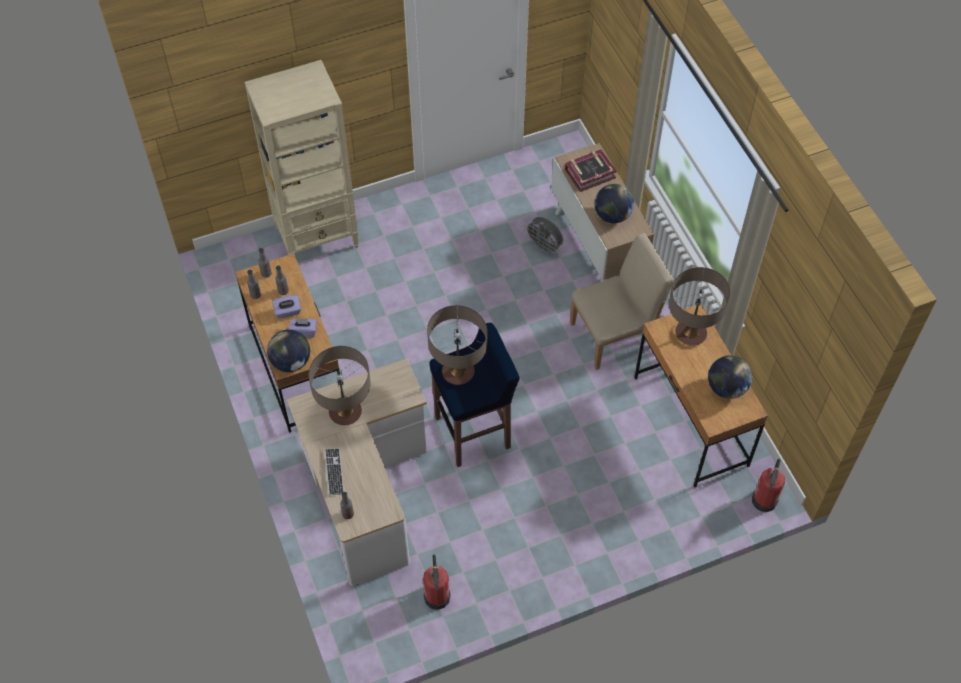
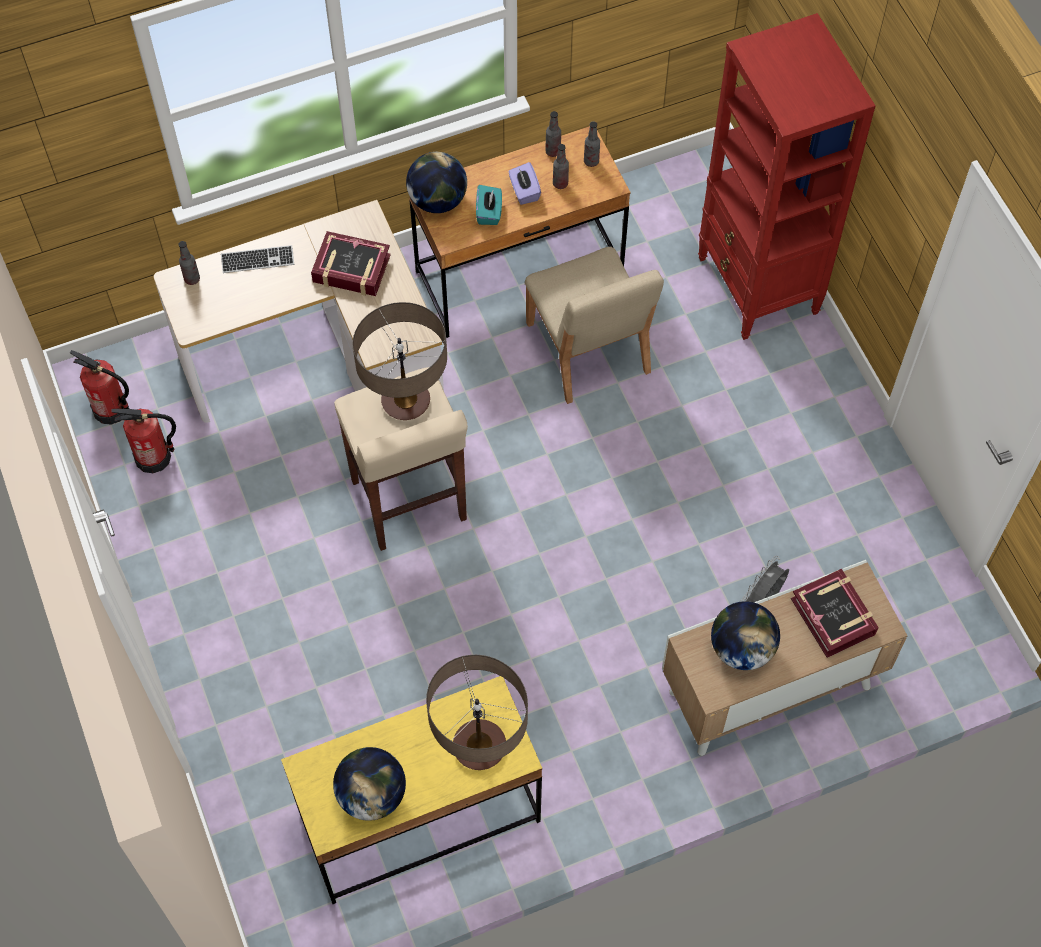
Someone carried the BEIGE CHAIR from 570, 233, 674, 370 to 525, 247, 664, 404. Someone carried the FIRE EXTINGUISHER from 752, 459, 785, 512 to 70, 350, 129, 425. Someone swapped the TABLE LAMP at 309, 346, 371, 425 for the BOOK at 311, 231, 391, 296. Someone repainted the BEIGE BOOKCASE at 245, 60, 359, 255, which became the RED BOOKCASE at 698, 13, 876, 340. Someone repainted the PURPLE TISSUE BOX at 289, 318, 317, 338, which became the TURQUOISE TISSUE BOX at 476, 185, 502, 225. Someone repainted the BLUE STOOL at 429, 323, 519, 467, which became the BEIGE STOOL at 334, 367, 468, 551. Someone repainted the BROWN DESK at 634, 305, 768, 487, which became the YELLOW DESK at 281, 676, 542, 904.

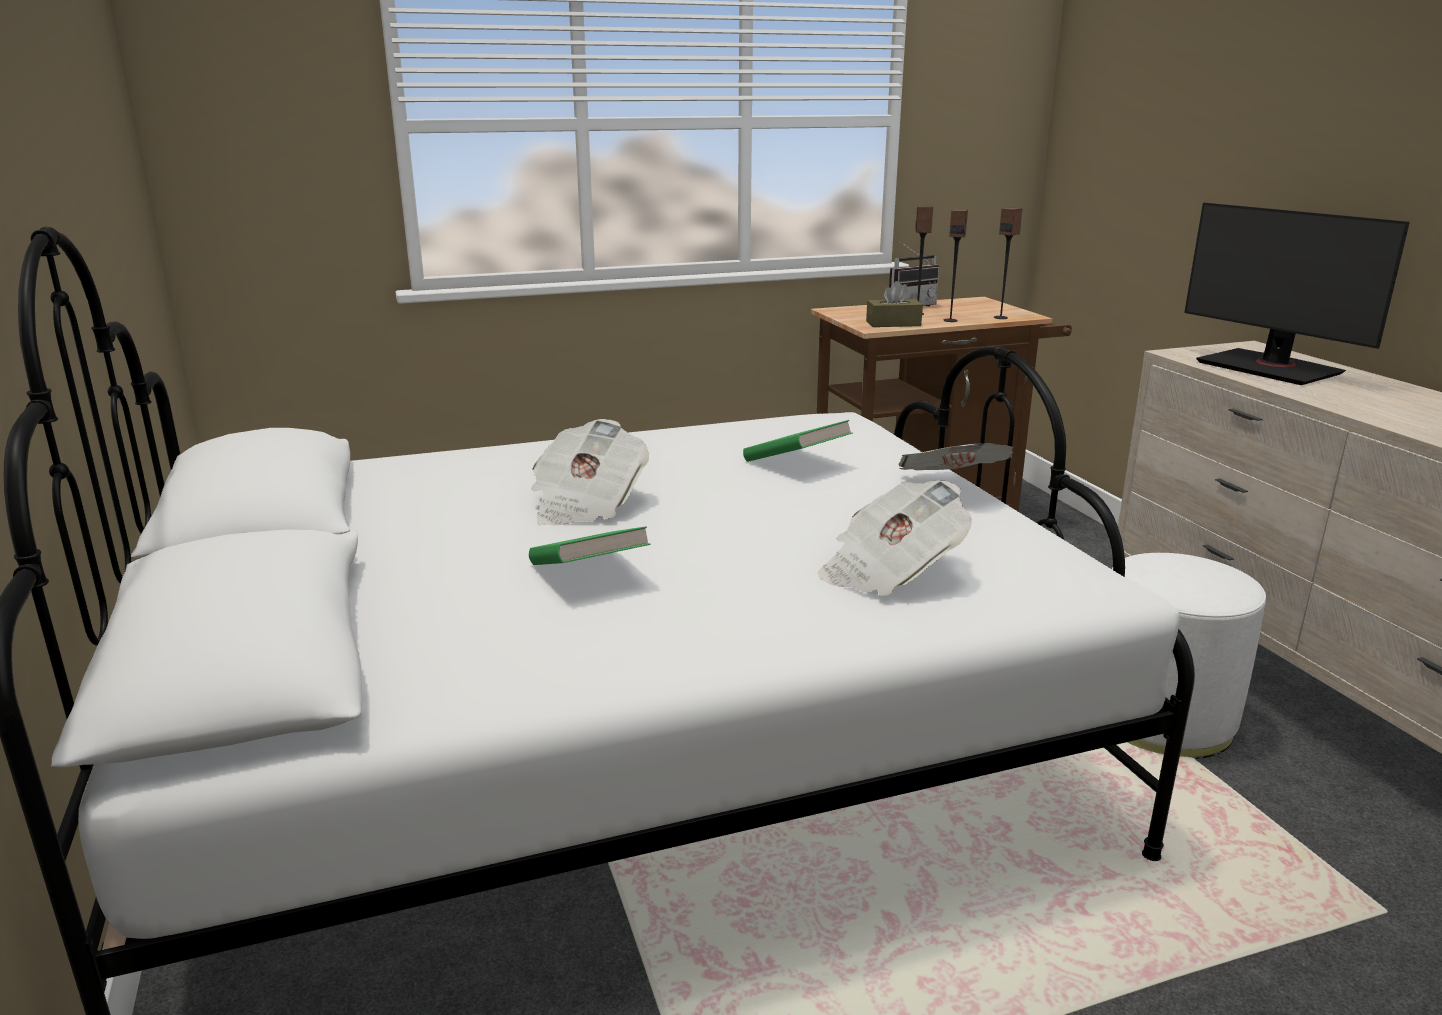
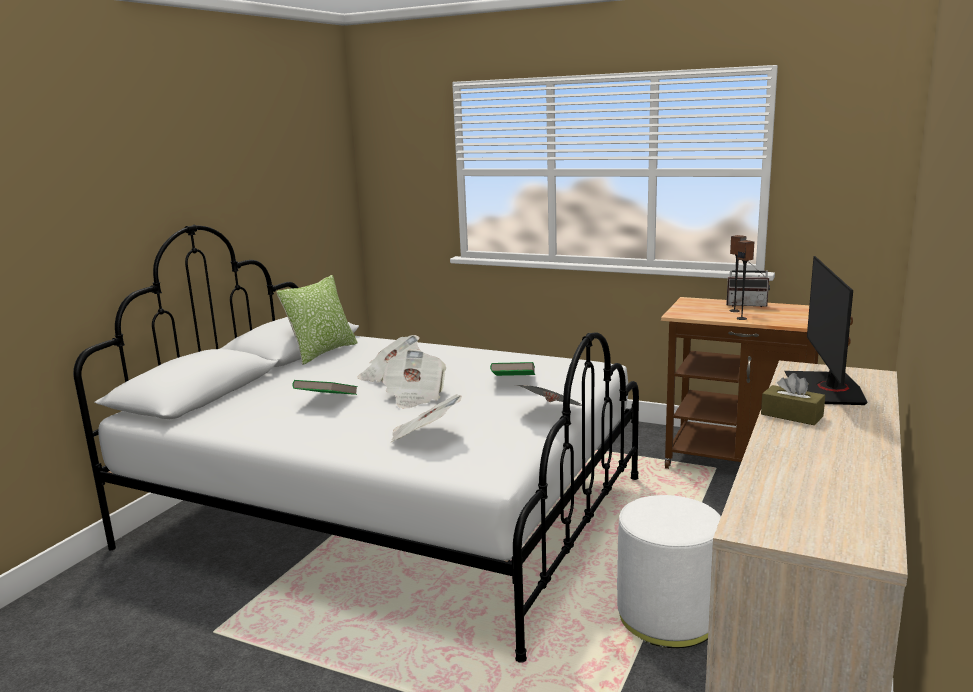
Someone took away the SPEAKER at 994, 207, 1023, 319. Someone put down the PILLOW at 276, 275, 358, 365. Someone put down the NEWSPAPER at 381, 349, 446, 409. Someone carried the BROWN TISSUE BOX from 866, 281, 923, 327 to 761, 373, 825, 425.

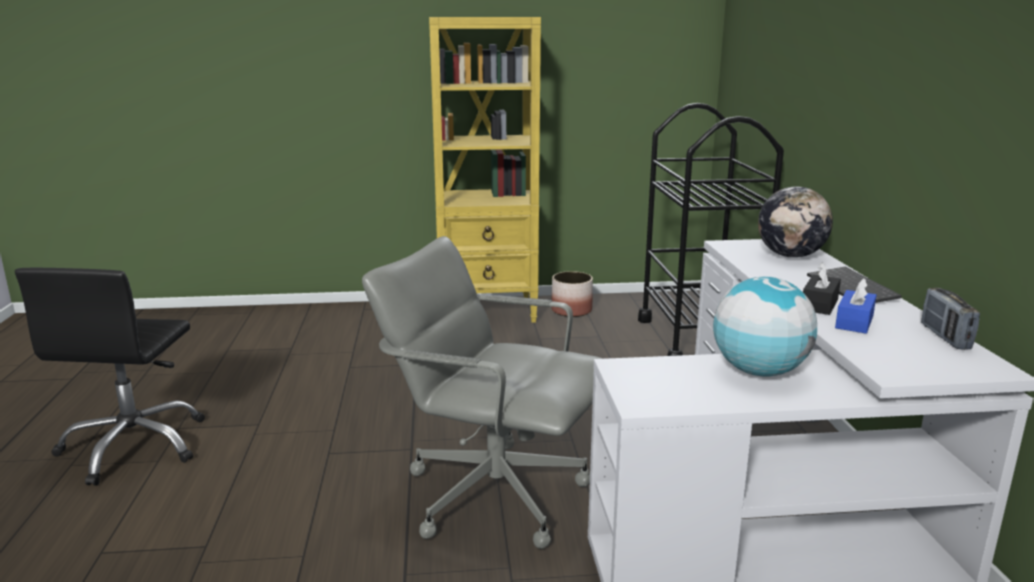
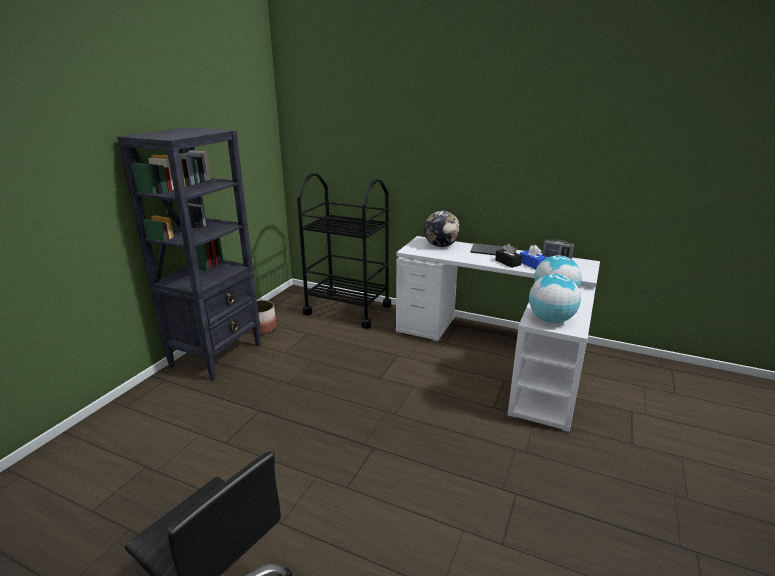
Someone took away the GREY OFFICE CHAIR at 362, 236, 603, 549. Someone put down the GLOBE at 529, 274, 581, 323. Someone repainted the YELLOW BOOKCASE at 429, 17, 541, 323, which became the BLACK BOOKCASE at 117, 127, 261, 381.

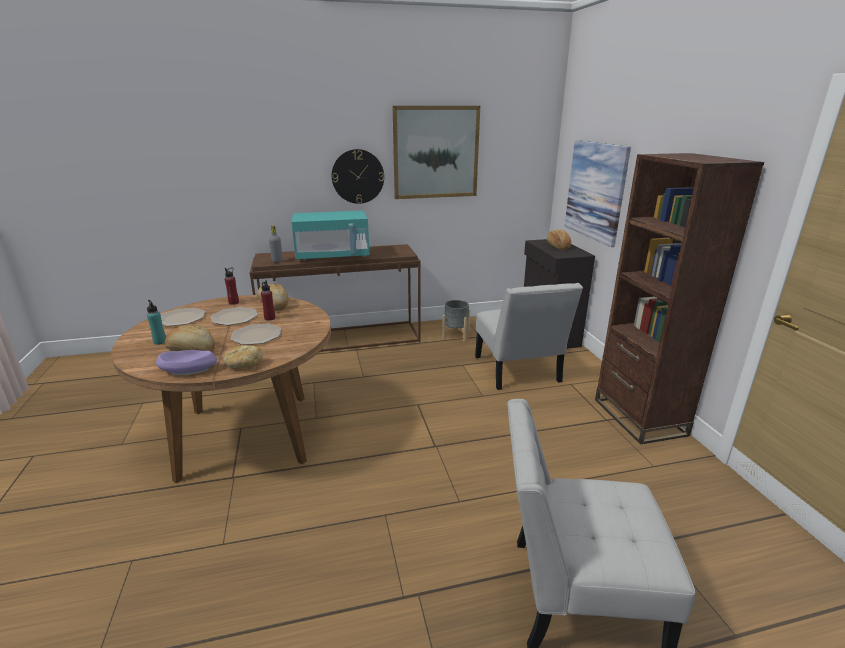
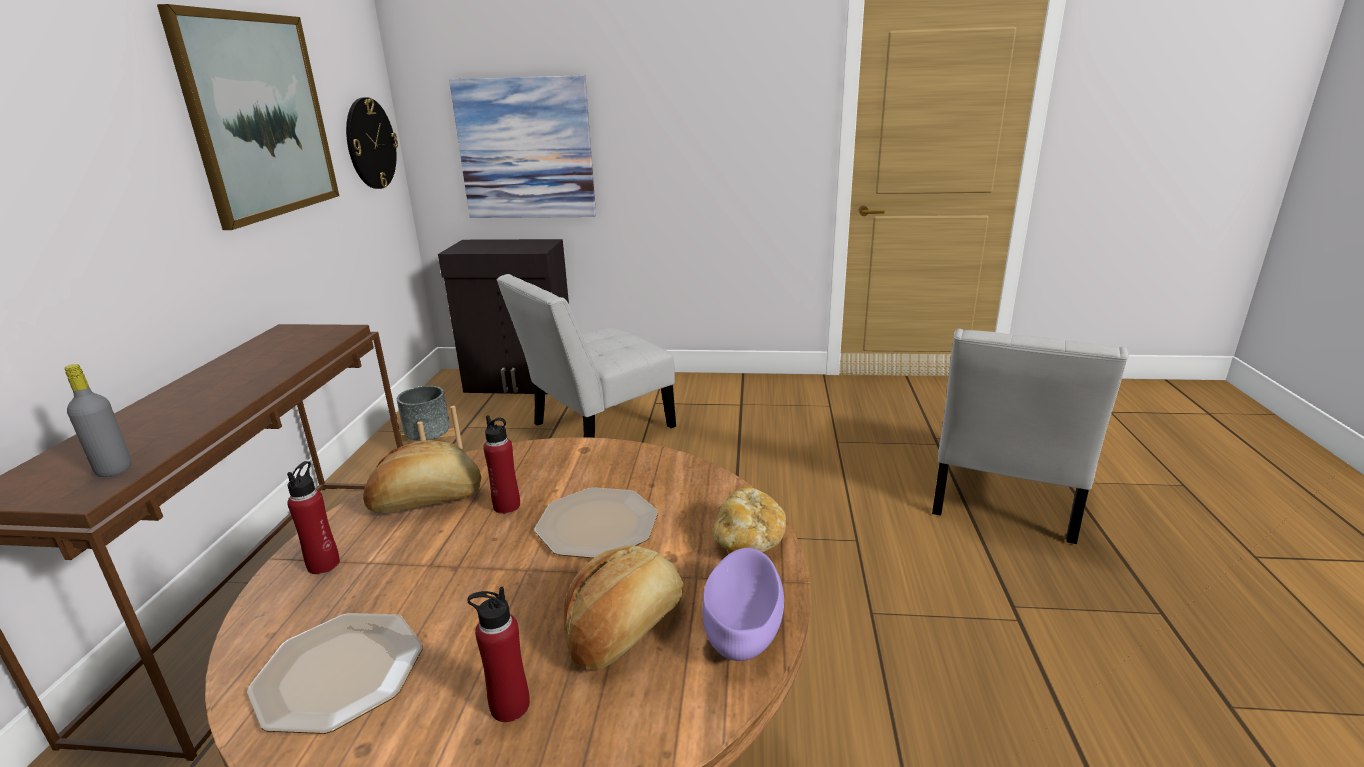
Someone took away the PLATE at 210, 307, 258, 325. Someone took away the TURQUOISE MICROWAVE at 291, 211, 370, 260. Someone took away the BREAD at 547, 230, 571, 250. Someone took away the BROWN BOOKCASE at 595, 153, 764, 445. Someone carried the WALL CLOCK from 332, 149, 384, 204 to 346, 97, 398, 189. Someone repainted the TURQUOISE BOTTLE at 147, 300, 166, 345, which became the RED BOTTLE at 468, 587, 530, 722. Someone rotated the WHITE CHAIR at 475, 283, 583, 390 by 135 degrees clockwise.

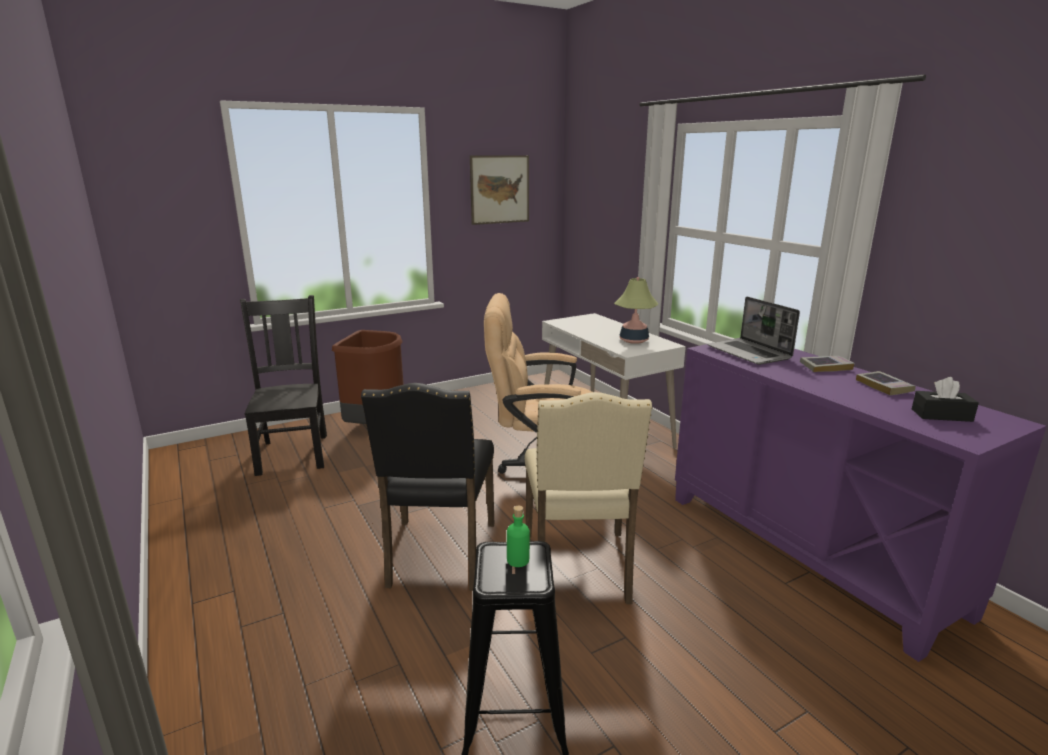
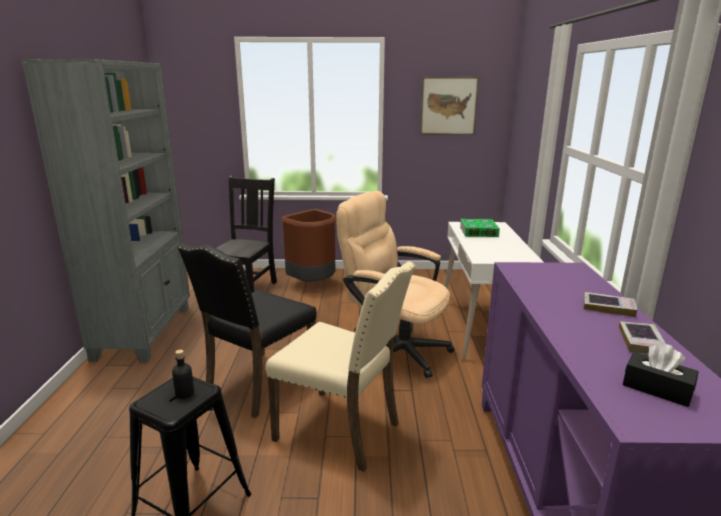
Someone took away the TABLE LAMP at 614, 277, 659, 344. Someone took away the LAPTOP at 707, 297, 800, 365. Someone put down the GREY BOOKCASE at 21, 59, 190, 362. Someone put down the BOOK at 460, 219, 500, 237. Someone repainted the GREEN BOTTLE at 507, 506, 530, 567, which became the BLACK BOTTLE at 172, 350, 194, 399. Someone rotated the BEIGE CHAIR at 525, 392, 652, 604 by 90 degrees counterclockwise.

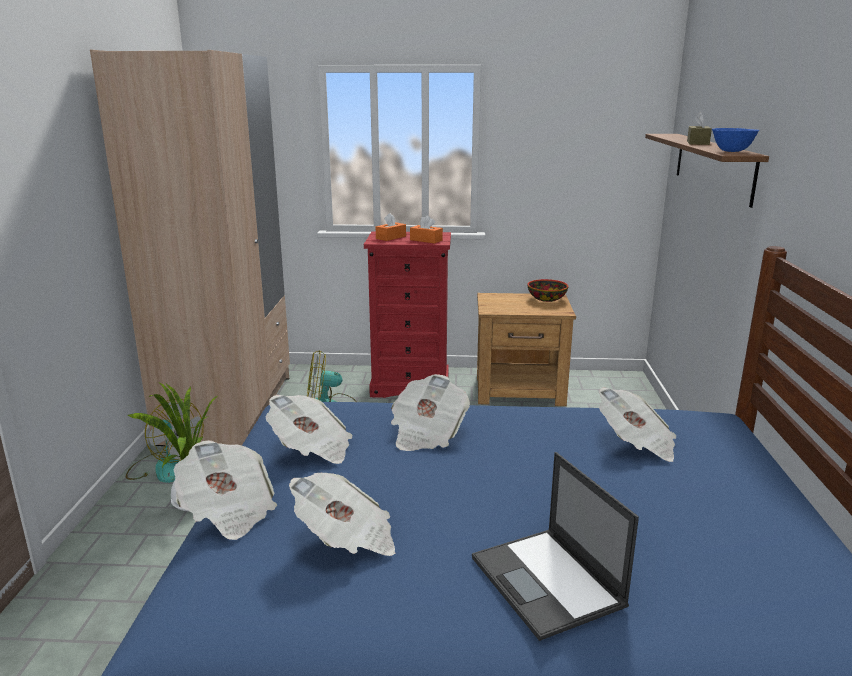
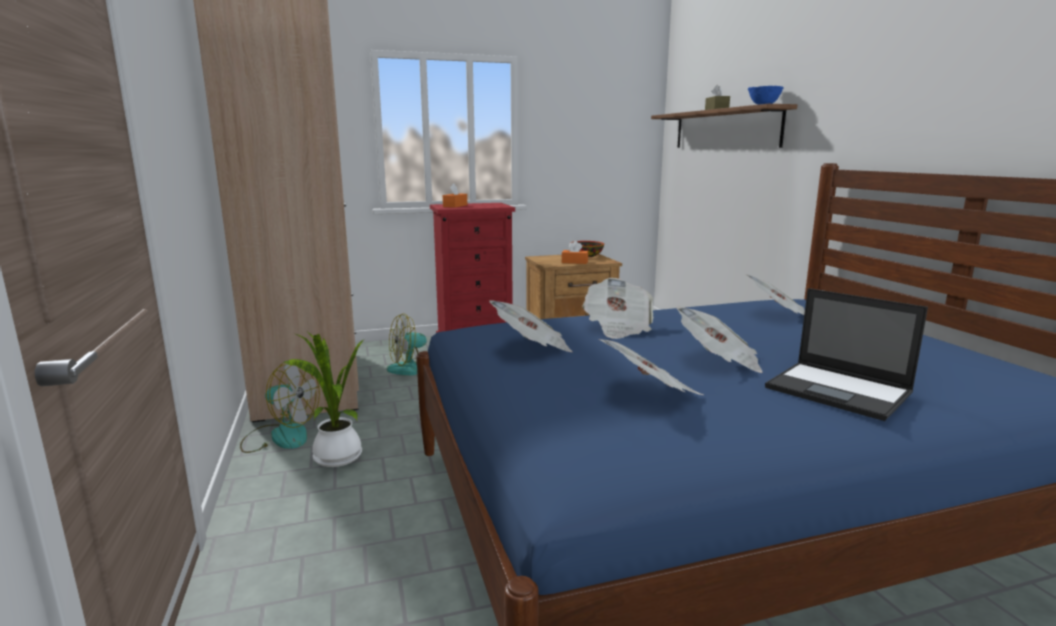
Someone carried the NEWSPAPER from 173, 440, 277, 540 to 677, 306, 763, 373. Someone carried the ORANGE TISSUE BOX from 410, 215, 443, 243 to 562, 241, 588, 264.

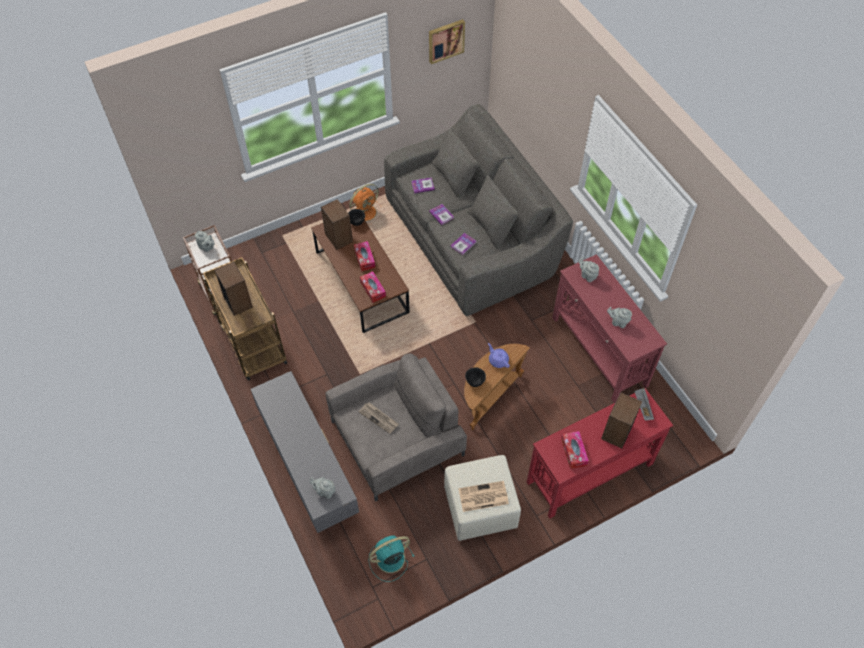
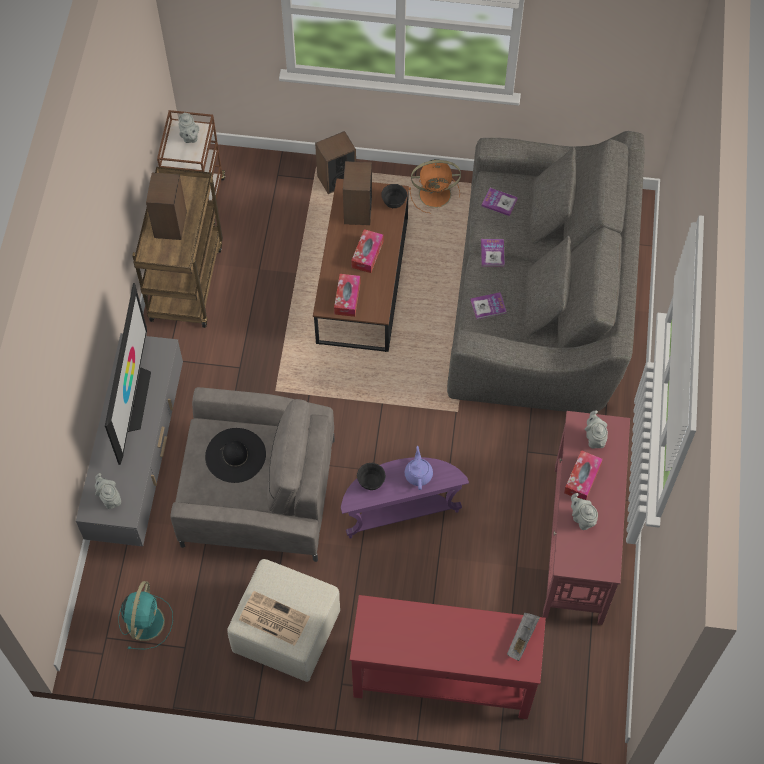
Someone took away the PICTURE at 429, 19, 465, 64. Someone put down the TELEVISION at 105, 283, 151, 465. Someone carried the TISSUE BOX from 561, 431, 589, 469 to 564, 450, 603, 500. Someone carried the SPEAKER from 601, 392, 642, 448 to 315, 131, 356, 194. Someone swapped the NEWSPAPER at 359, 402, 399, 434 for the BLACK HAT at 205, 428, 266, 483. Someone repainted the BROWN SIDE TABLE at 464, 344, 530, 430, which became the PURPLE SIDE TABLE at 341, 457, 469, 539. Someone rotated the TURQUOISE FAN at 369, 535, 415, 582 by 90 degrees clockwise.

